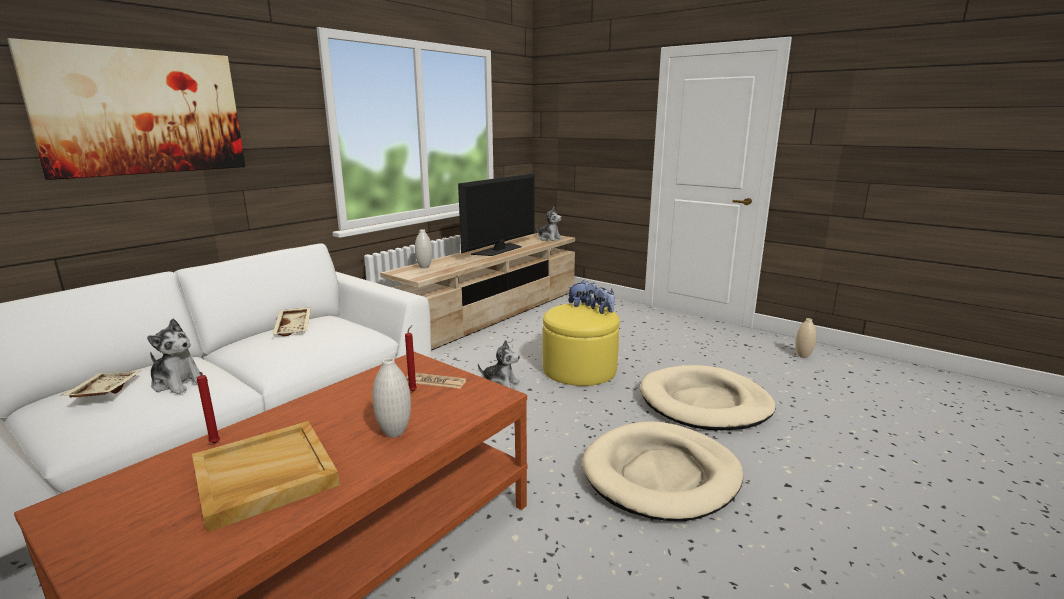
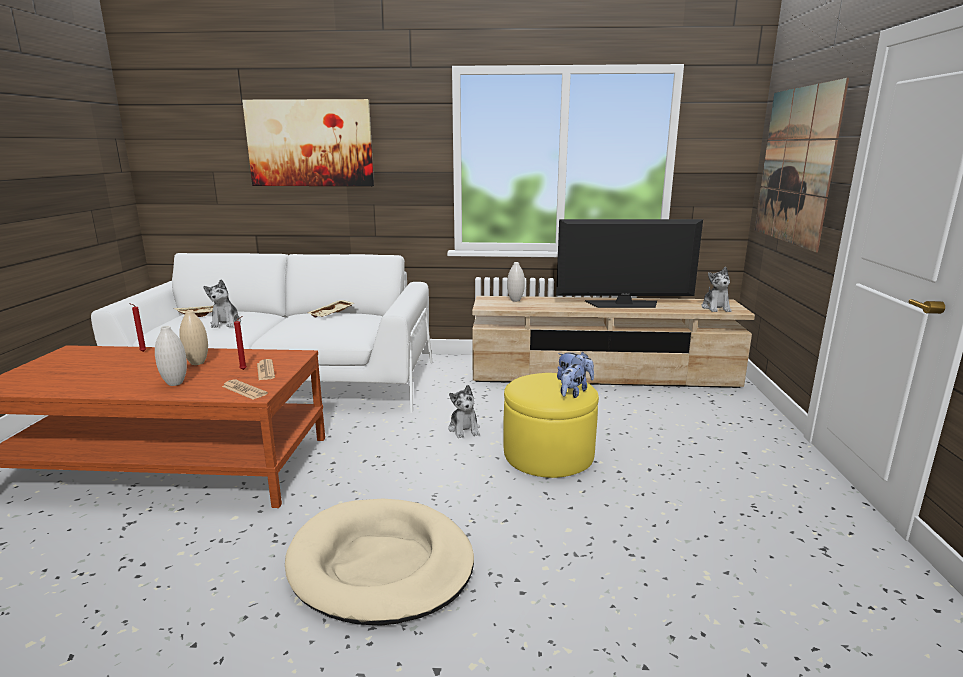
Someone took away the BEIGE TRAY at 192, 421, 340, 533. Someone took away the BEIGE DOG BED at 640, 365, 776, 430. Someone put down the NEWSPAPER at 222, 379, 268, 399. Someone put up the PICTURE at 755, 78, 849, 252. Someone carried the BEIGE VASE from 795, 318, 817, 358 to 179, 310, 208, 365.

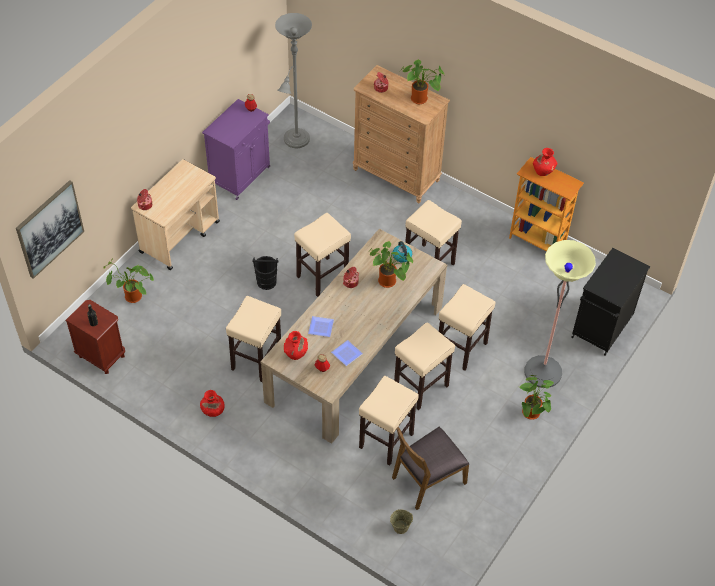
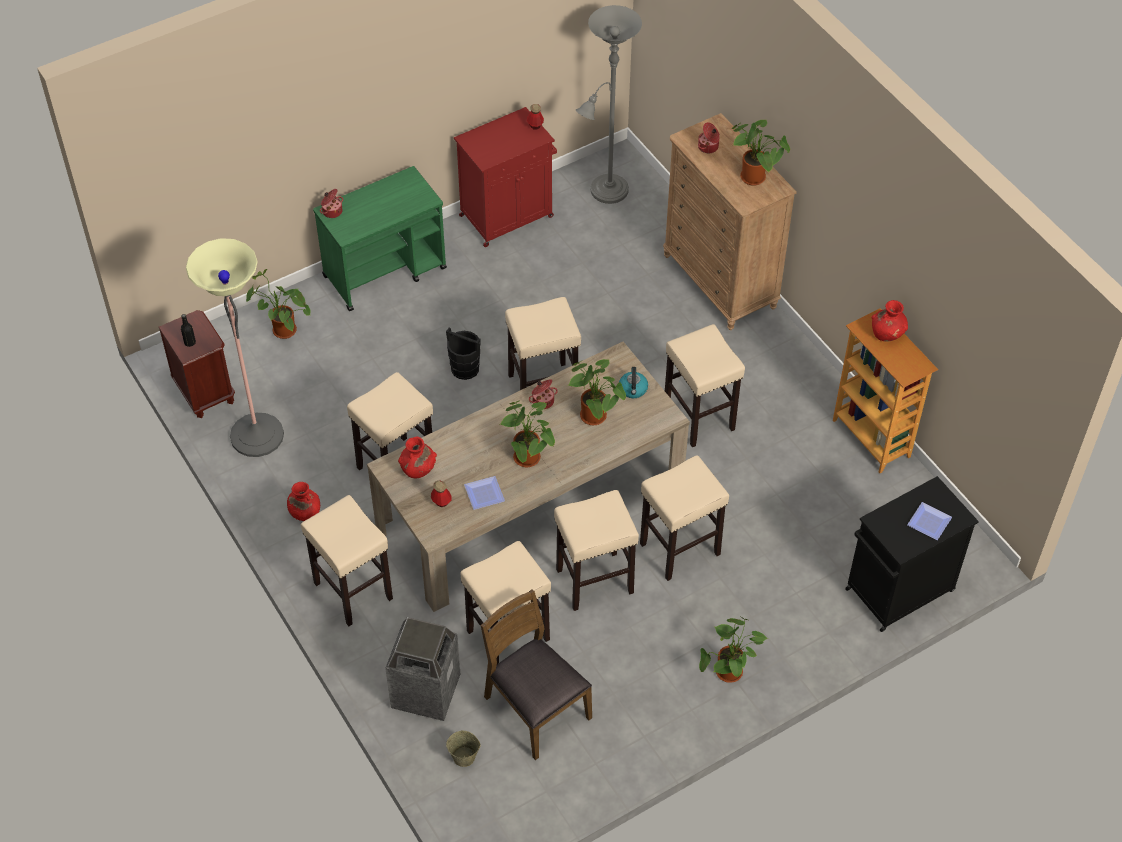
Someone took away the PICTURE at 16, 180, 84, 279. Someone put down the BEIGE STOOL at 301, 495, 393, 626. Someone put down the TRASH CAN at 385, 617, 460, 721. Someone put down the POTTED PLANT at 501, 401, 555, 467. Someone carried the PLATE from 308, 316, 334, 337 to 907, 502, 952, 540. Someone carried the FLOOR LAMP from 524, 240, 596, 388 to 186, 238, 284, 457. Someone repainted the BEIGE CART at 131, 159, 220, 270, which became the GREEN CART at 313, 166, 447, 311. Someone repainted the PURPLE CABINET at 202, 99, 270, 200, which became the RED CABINET at 454, 107, 557, 247. Someone rotated the BROWN CHAIR at 392, 427, 469, 510 by 60 degrees clockwise.

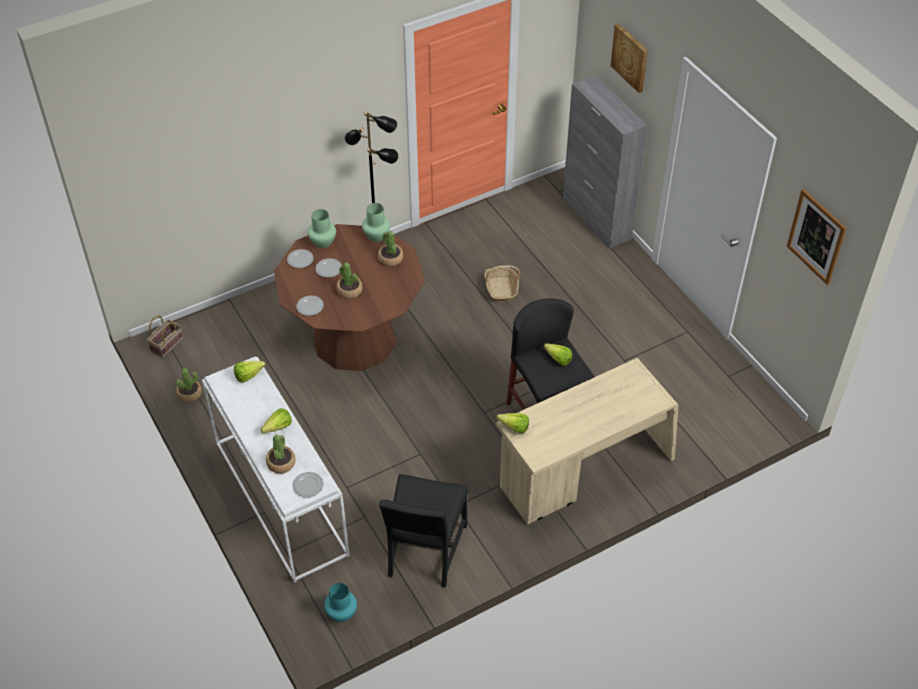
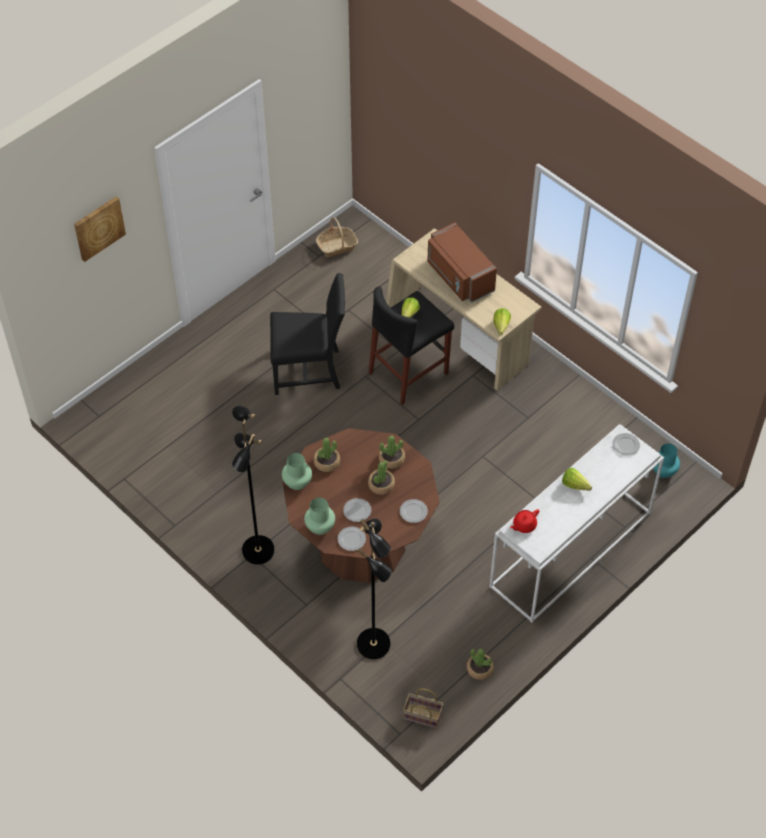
Someone took away the GREY CABINET at 563, 75, 647, 249. Someone took away the PICTURE at 787, 189, 846, 285. Someone put down the BLACK FLOOR LAMP at 357, 518, 392, 659. Someone put down the BROWN MICROWAVE at 427, 222, 497, 303. Someone carried the POTTED PLANT from 266, 435, 296, 474 to 379, 436, 405, 469. Someone carried the BLACK CHAIR from 379, 474, 468, 588 to 270, 273, 345, 395. Someone carried the BASKET from 484, 265, 520, 302 to 316, 217, 358, 257. Someone swapped the LETTUCE at 234, 361, 265, 383 for the RED TEAPOT at 510, 509, 540, 533.

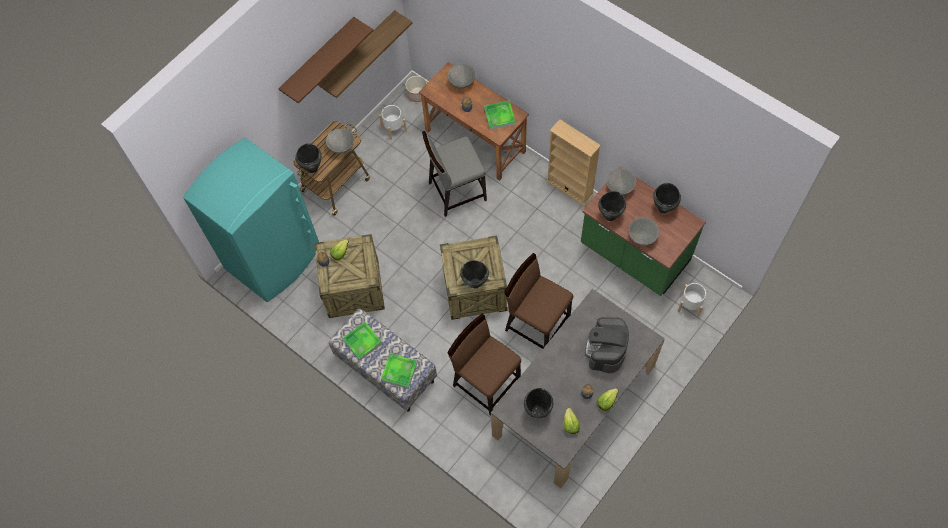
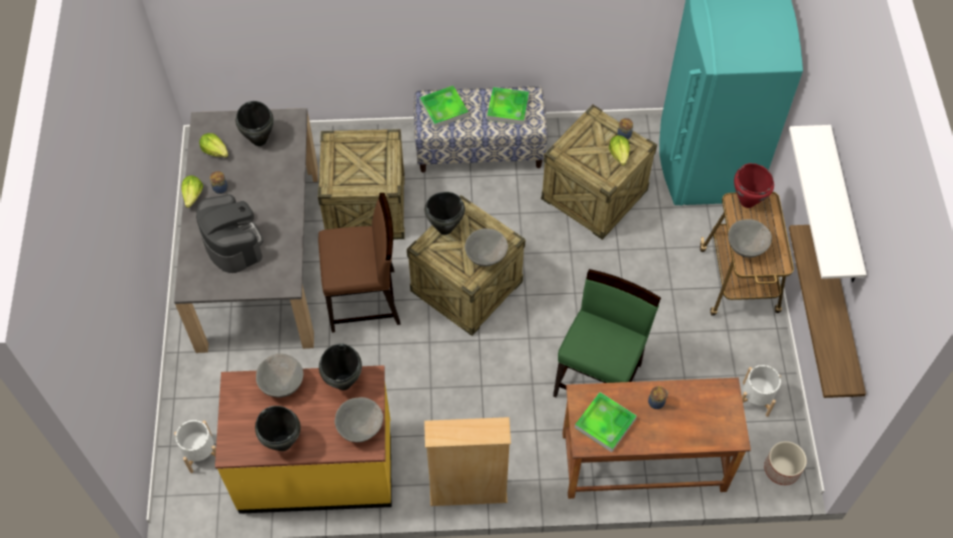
Someone carried the GREY BOWL from 448, 64, 476, 88 to 465, 229, 508, 266. Someone swapped the BROWN CHAIR at 447, 314, 521, 416 for the CRATE at 318, 129, 405, 239. Someone repainted the BROWN SHELF at 278, 17, 373, 104, which became the WHITE SHELF at 789, 125, 867, 282. Someone repainted the BLACK COOKING POT at 296, 143, 322, 173, which became the RED COOKING POT at 734, 163, 774, 208. Someone repainted the GREY CHAIR at 422, 131, 487, 217, which became the GREEN CHAIR at 553, 269, 661, 398. Someone repainted the GREEN COUNTER at 581, 167, 706, 296, which became the YELLOW COUNTER at 215, 365, 392, 514.

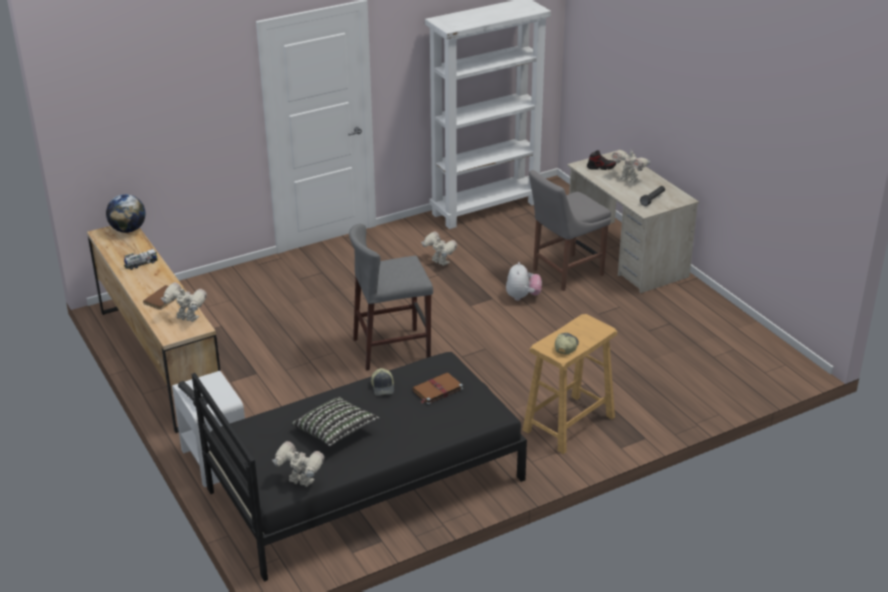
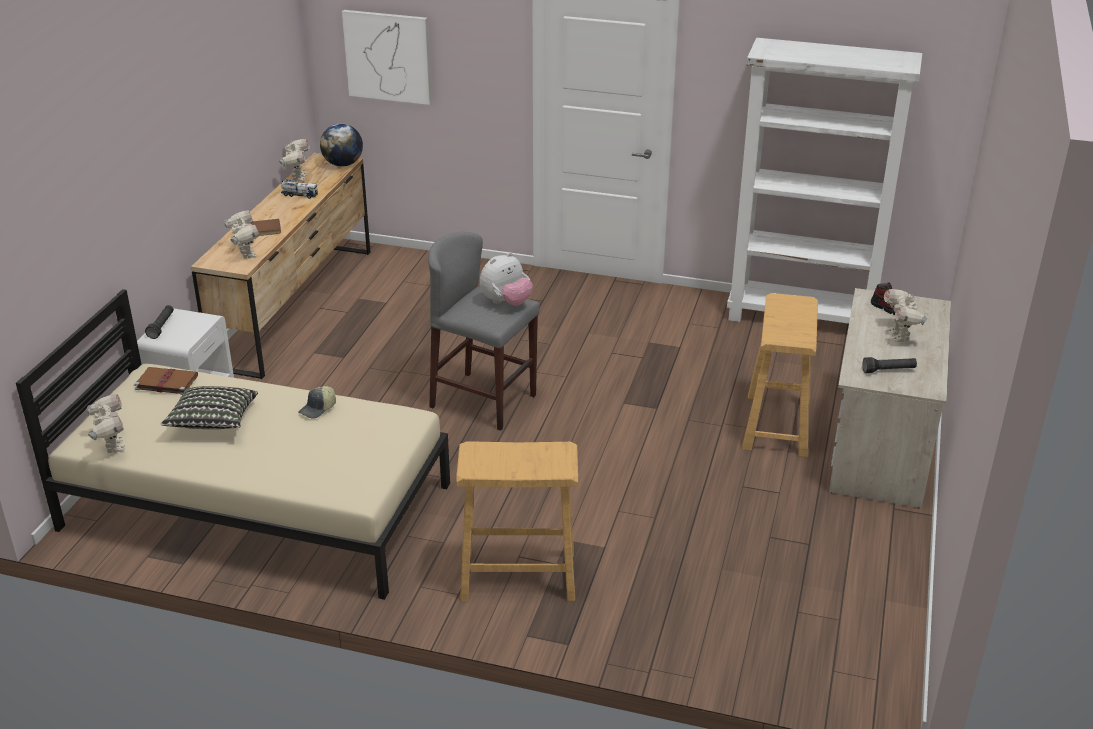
Someone took away the CAP at 555, 333, 579, 354. Someone put up the PICTURE at 342, 10, 431, 105. Someone carried the BROWN BOOK from 412, 373, 463, 405 to 133, 367, 198, 395. Someone carried the TOY ROBOT from 421, 231, 457, 266 to 279, 139, 310, 182. Someone carried the PLUSH TOY from 506, 262, 542, 301 to 480, 252, 533, 306. Someone swapped the GREY CHAIR at 529, 170, 611, 291 for the BEIGE STOOL at 742, 293, 818, 457. Someone repainted the BLACK BED at 192, 352, 527, 582, which became the BEIGE BED at 16, 289, 450, 600.

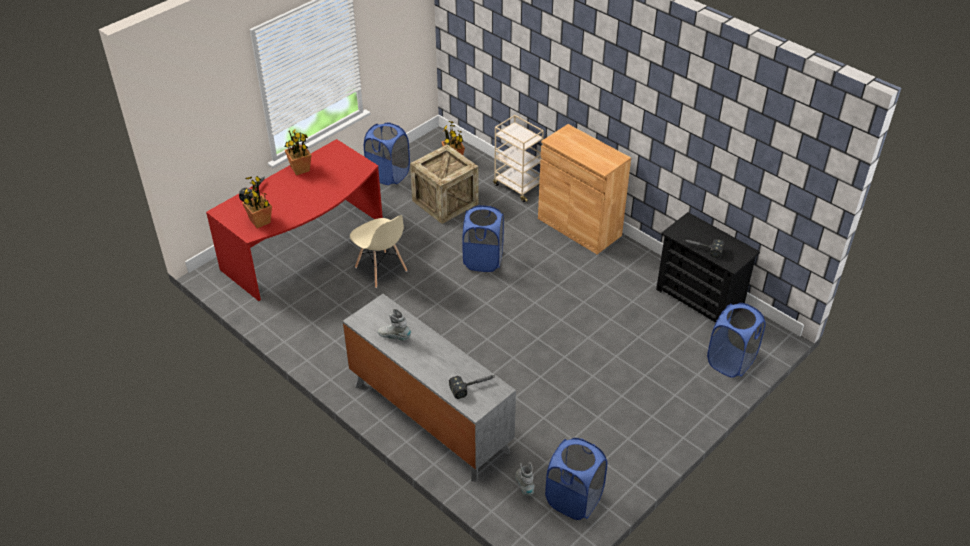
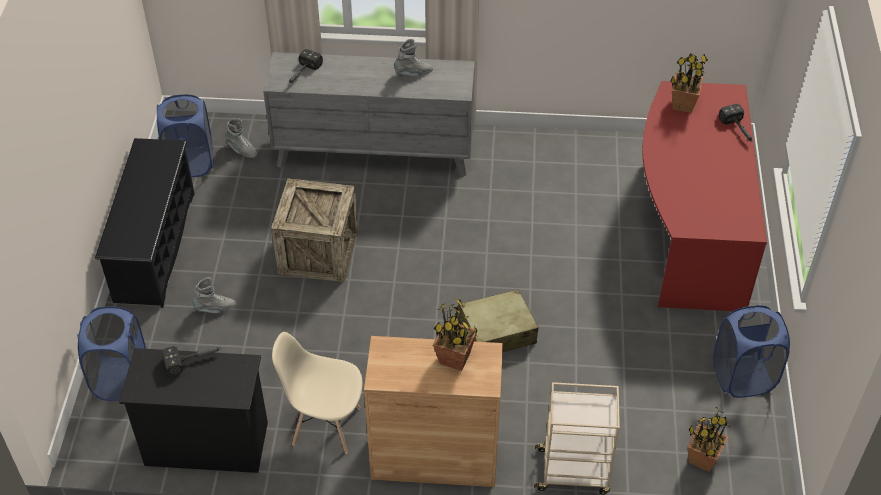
Someone put down the BLACK SHOE RACK at 95, 138, 195, 308. Someone put down the GREY BOOT at 192, 277, 236, 313. Someone carried the POTTED PLANT from 285, 128, 311, 175 to 433, 298, 477, 371. Someone carried the BEIGE CHAIR from 350, 215, 407, 288 to 272, 332, 362, 454. Someone carried the CRATE from 410, 144, 479, 224 to 271, 178, 358, 282. Someone swapped the BLUE LAUNDRY BASKET at 462, 205, 504, 272 for the BEIGE SUITCASE at 458, 289, 538, 352.

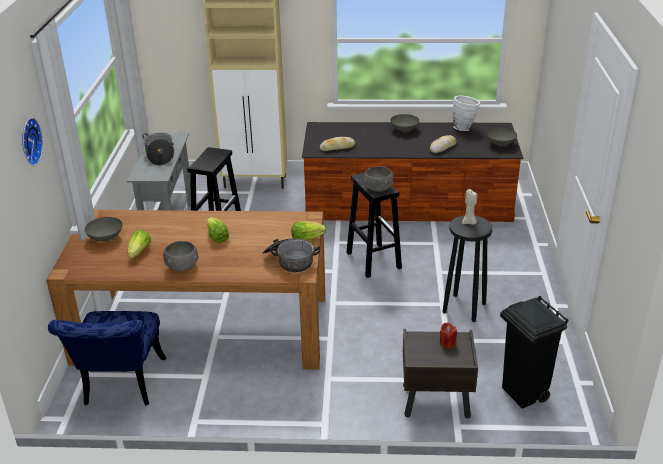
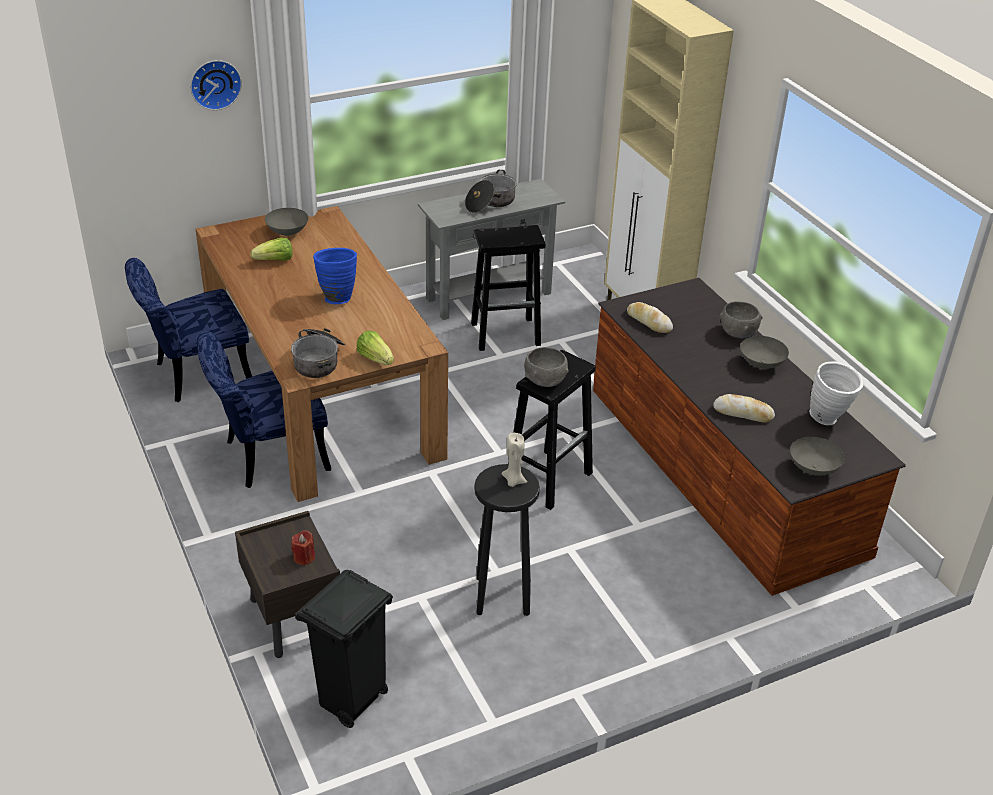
Someone put down the BLUE CHAIR at 197, 331, 331, 488. Someone carried the GREY BOWL from 163, 241, 199, 272 to 719, 301, 762, 338. Someone swapped the LETTUCE at 207, 217, 229, 243 for the BLUE VASE at 313, 248, 357, 304.

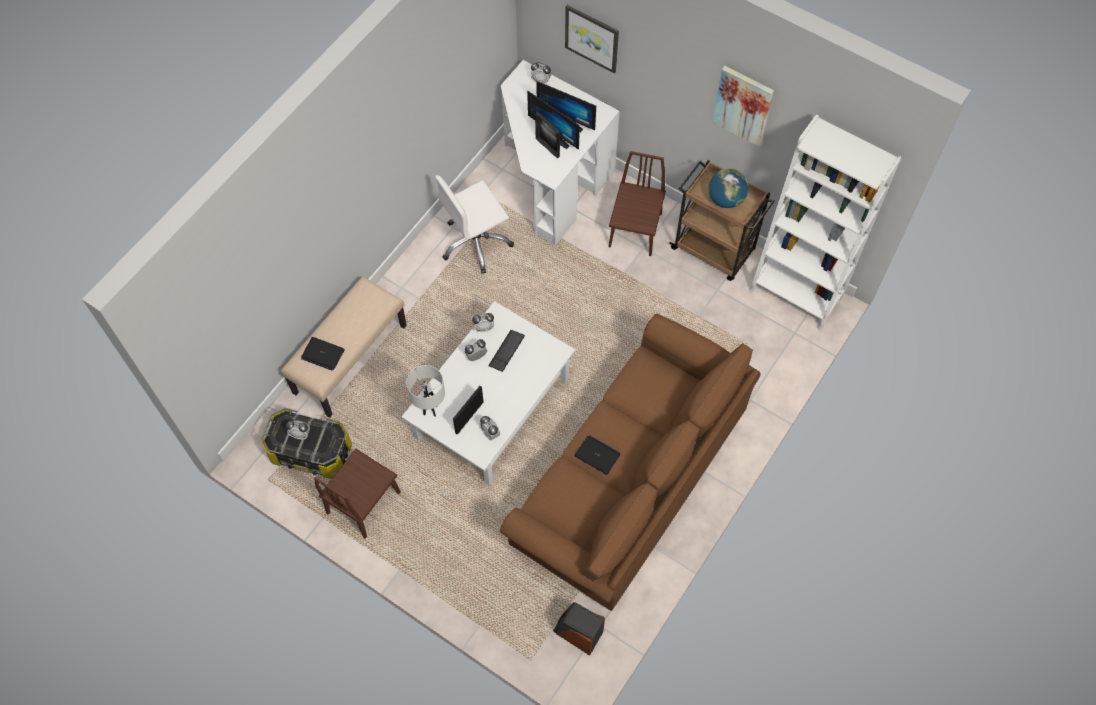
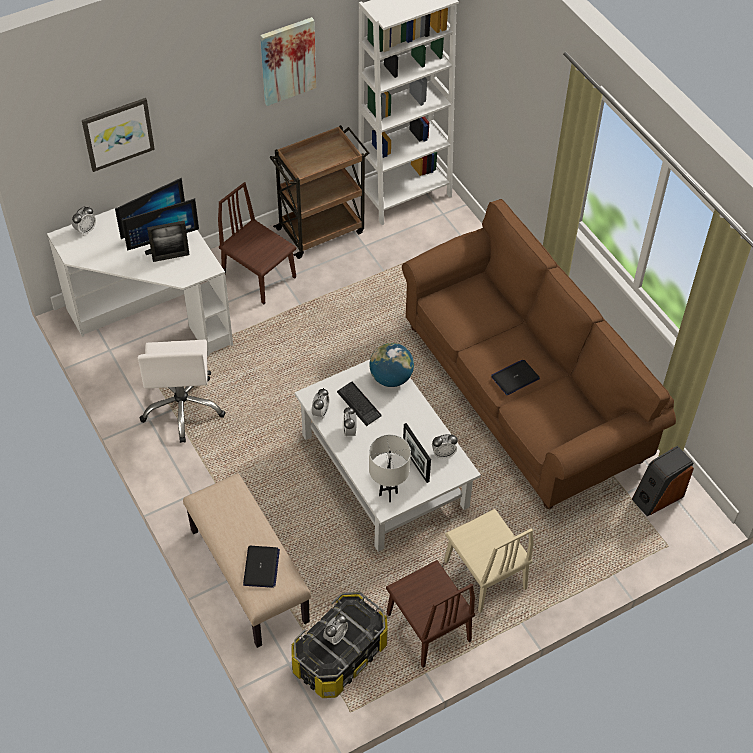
Someone put down the BEIGE CHAIR at 444, 509, 534, 613. Someone carried the GLOBE from 709, 168, 748, 208 to 369, 343, 414, 387. Someone rotated the LAPTOP at 301, 337, 345, 371 by 45 degrees counterclockwise.

